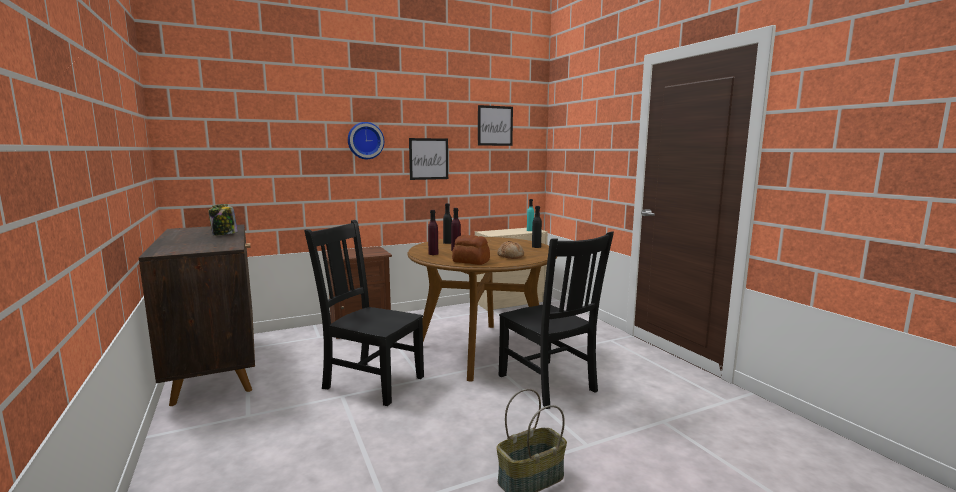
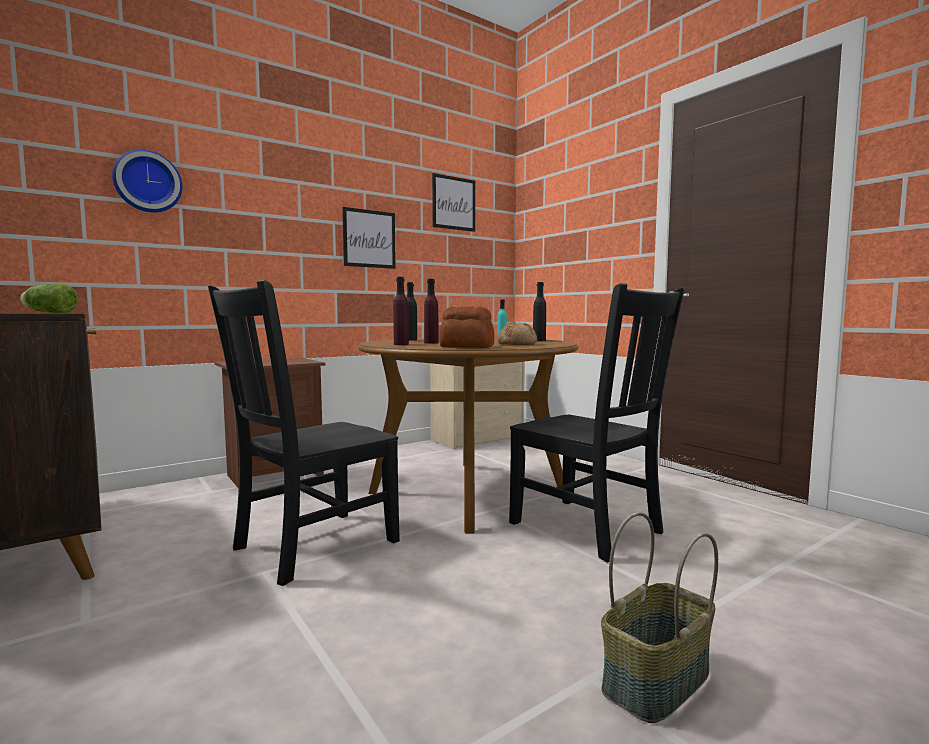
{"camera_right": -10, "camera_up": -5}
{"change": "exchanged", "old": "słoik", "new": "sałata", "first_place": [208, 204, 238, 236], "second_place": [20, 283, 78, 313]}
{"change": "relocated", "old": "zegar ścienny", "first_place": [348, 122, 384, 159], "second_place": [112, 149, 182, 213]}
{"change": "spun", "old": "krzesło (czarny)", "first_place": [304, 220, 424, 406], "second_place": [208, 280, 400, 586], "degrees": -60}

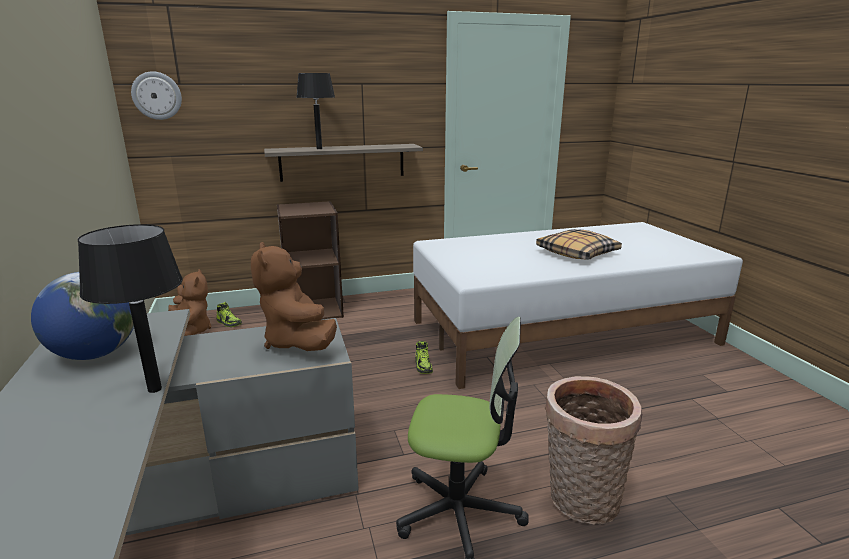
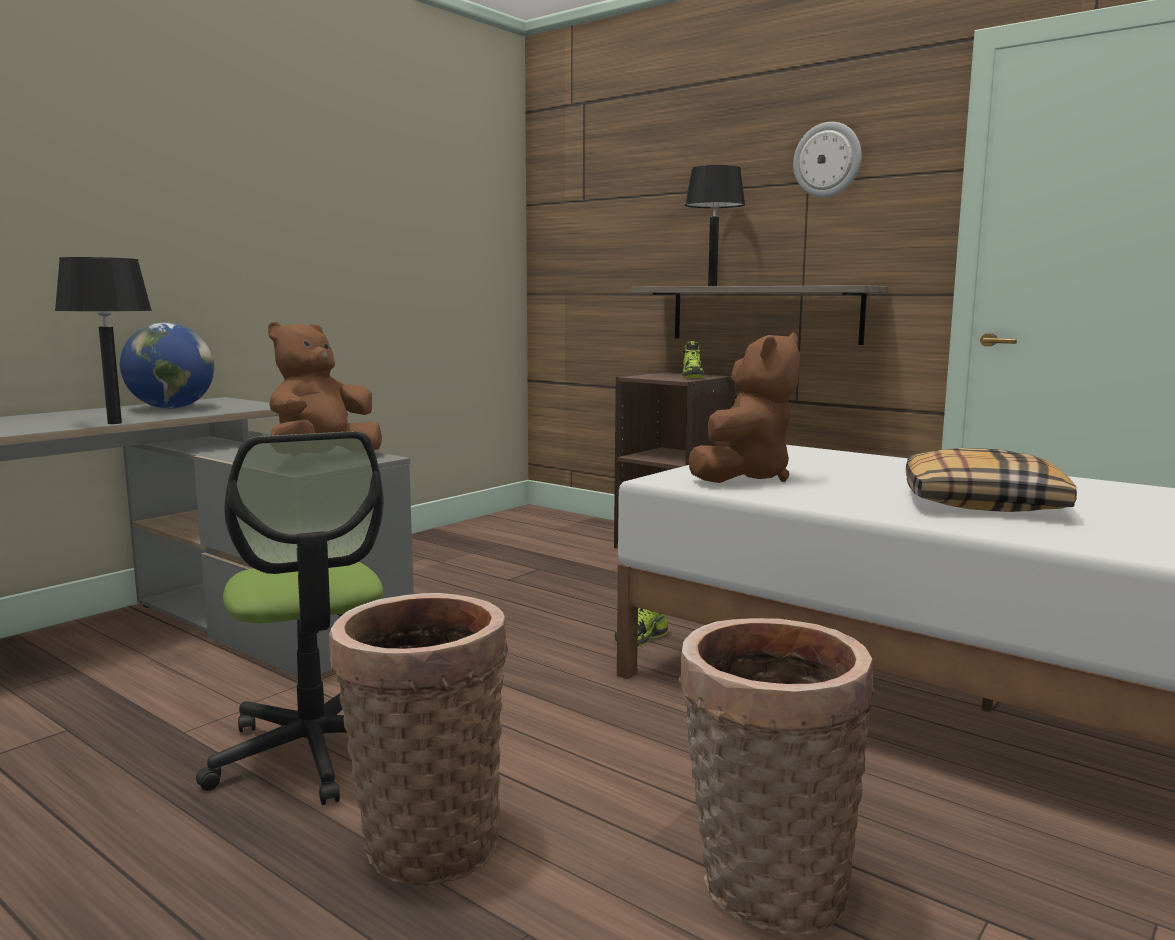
{"camera_right": 55, "camera_up": -10}
{"change": "appeared", "new": "koszyk", "second_place": [678, 618, 875, 934]}
{"change": "relocated", "old": "but", "first_place": [216, 302, 242, 327], "second_place": [682, 341, 705, 378]}
{"change": "relocated", "old": "pluszak (brązowy)", "first_place": [168, 269, 212, 336], "second_place": [689, 332, 800, 483]}
{"change": "relocated", "old": "zegar ścienny", "first_place": [131, 71, 182, 120], "second_place": [793, 122, 862, 198]}

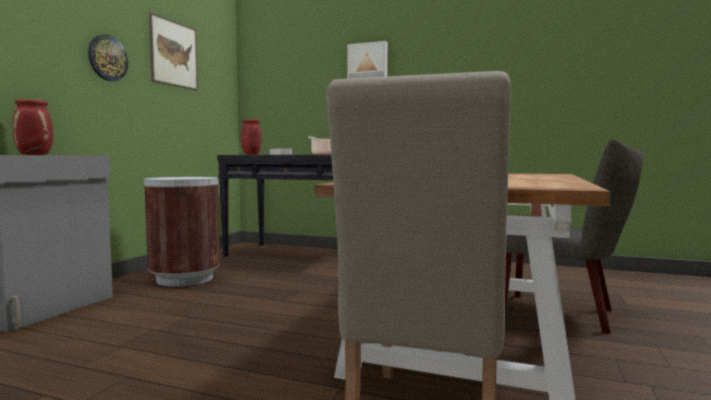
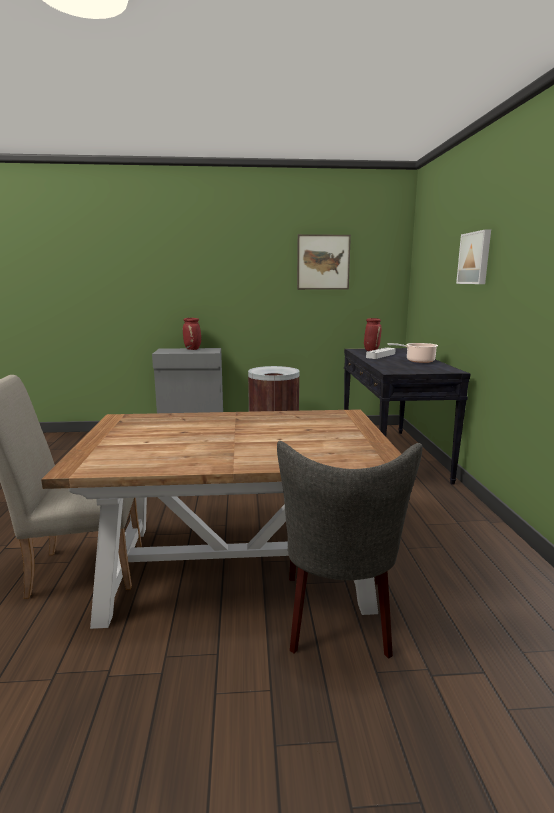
{"camera_right": 65, "camera_up": 10}
{"change": "missing", "old": "zegar ścienny", "first_place": [88, 34, 128, 81]}

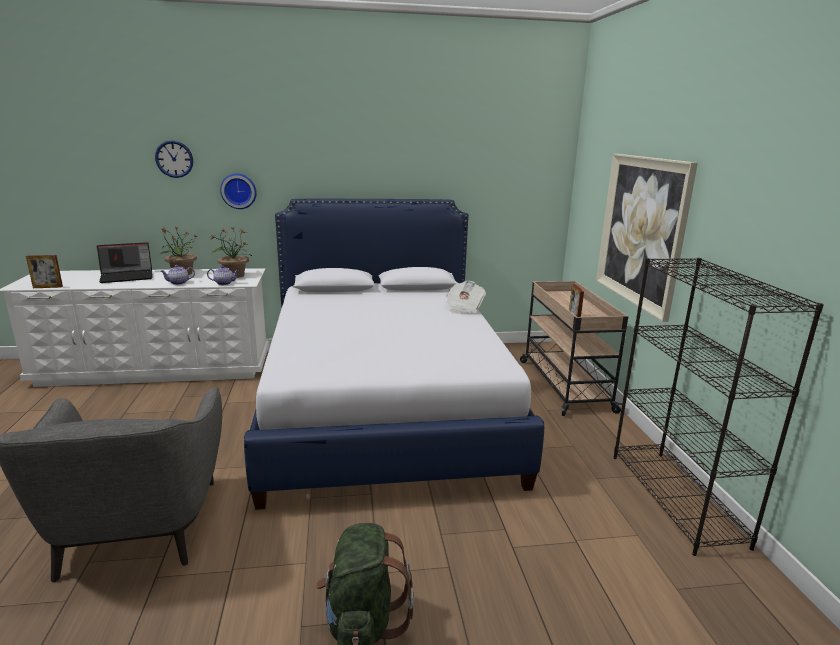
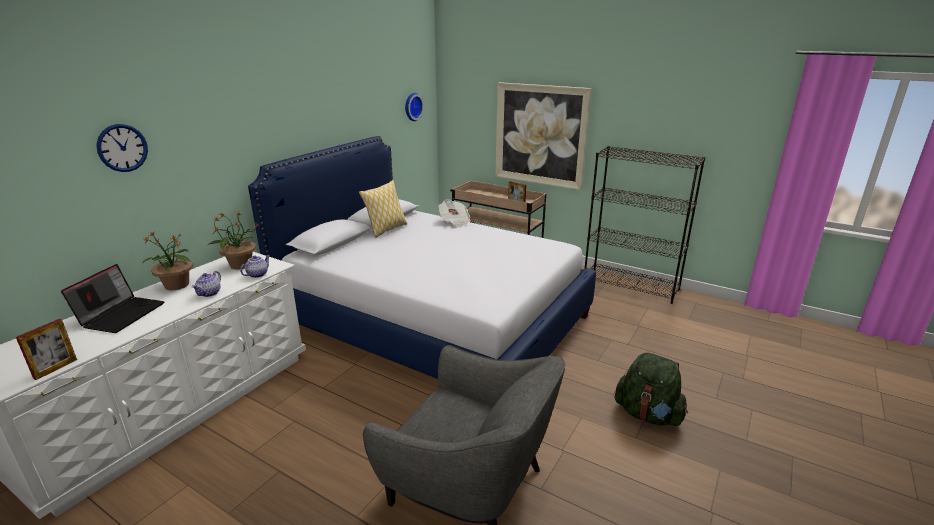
{"camera_right": -50, "camera_up": 5}
{"change": "appeared", "new": "poduszka", "second_place": [359, 180, 407, 238]}
{"change": "relocated", "old": "zegar ścienny", "first_place": [220, 174, 257, 209], "second_place": [405, 93, 424, 121]}

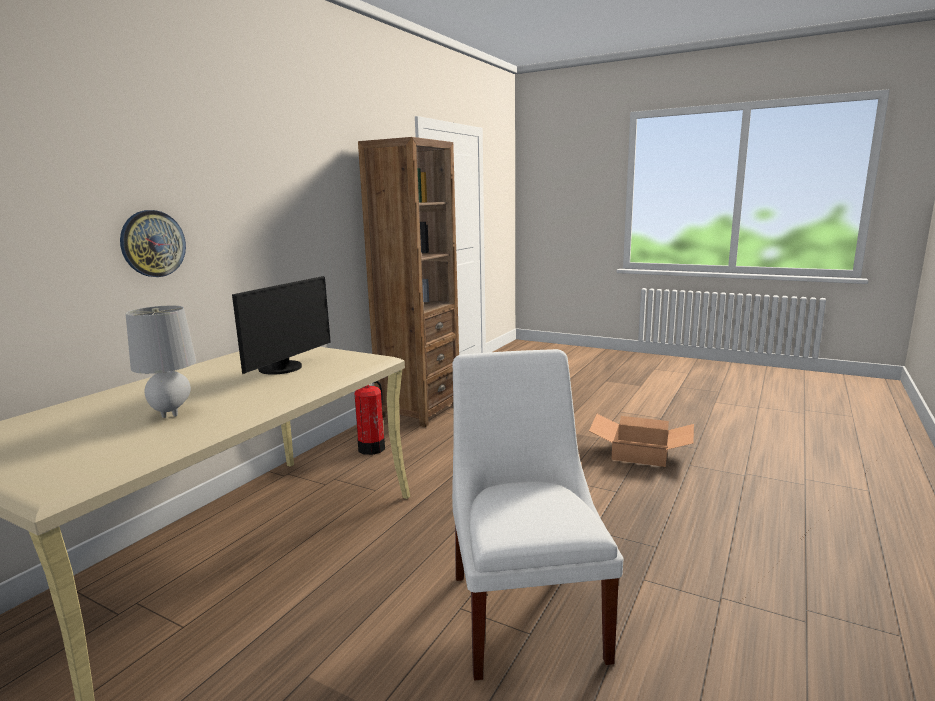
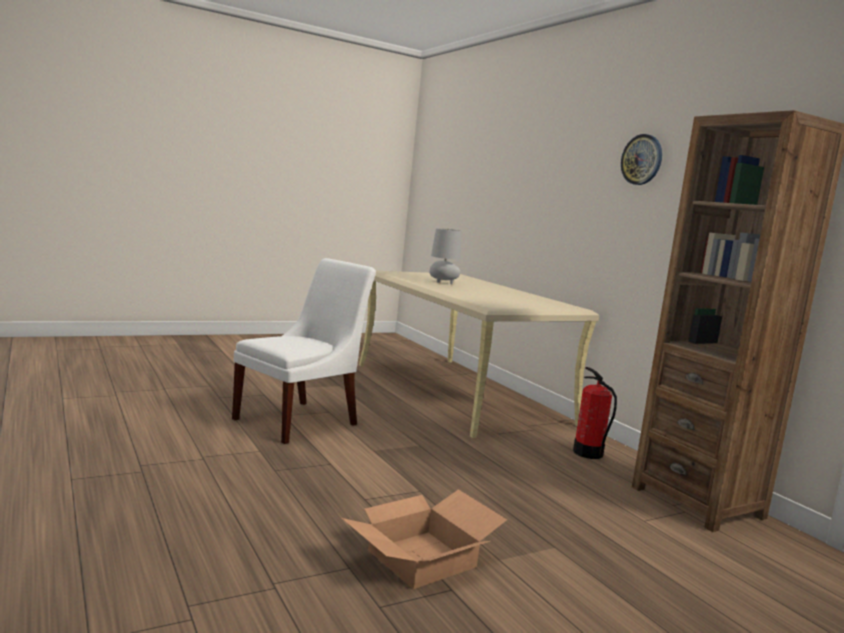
{"camera_right": 120, "camera_up": -5}
{"change": "spun", "old": "krzesło (biały)", "first_place": [452, 349, 623, 681], "second_place": [232, 258, 376, 444], "degrees": -75}
{"change": "relocated", "old": "zegar ścienny", "first_place": [120, 210, 186, 277], "second_place": [621, 134, 662, 185]}
{"change": "missing", "old": "monitor", "first_place": [232, 276, 331, 375]}

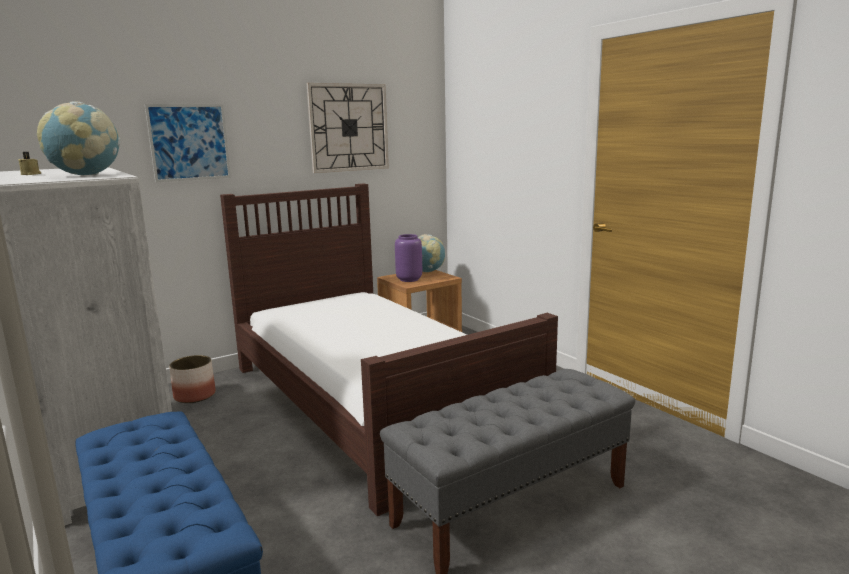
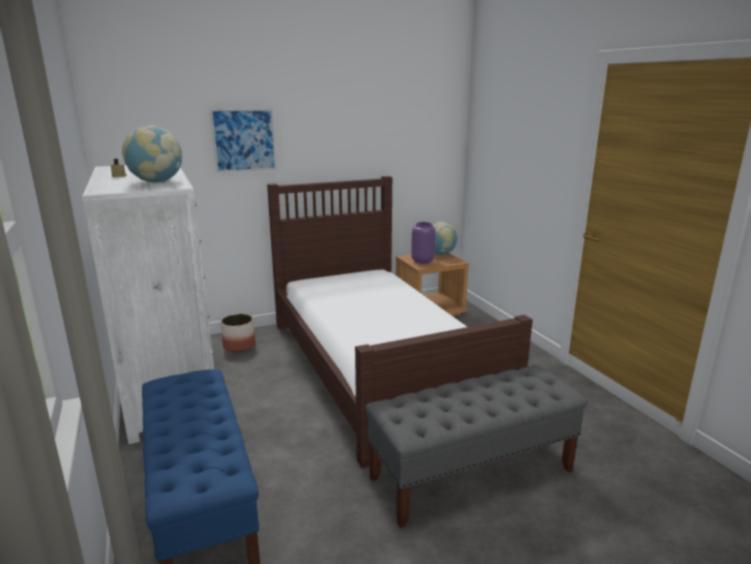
{"camera_right": 10, "camera_up": 5}
{"change": "missing", "old": "zegar ścienny", "first_place": [306, 83, 389, 173]}

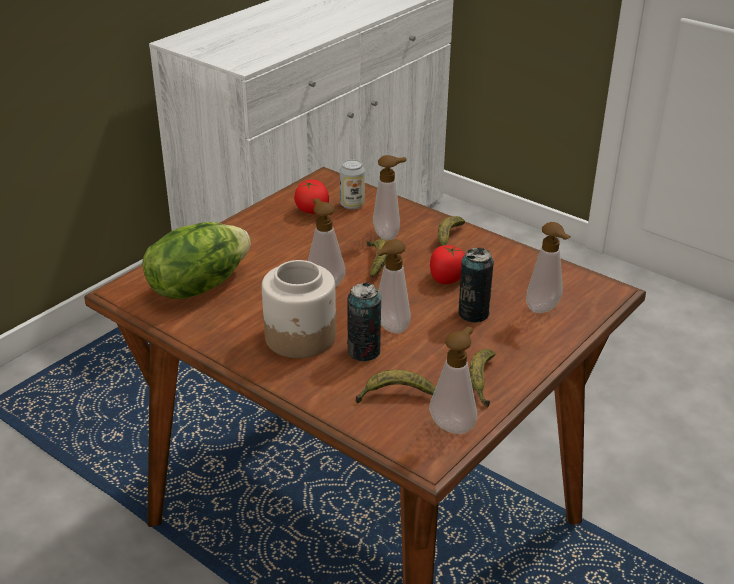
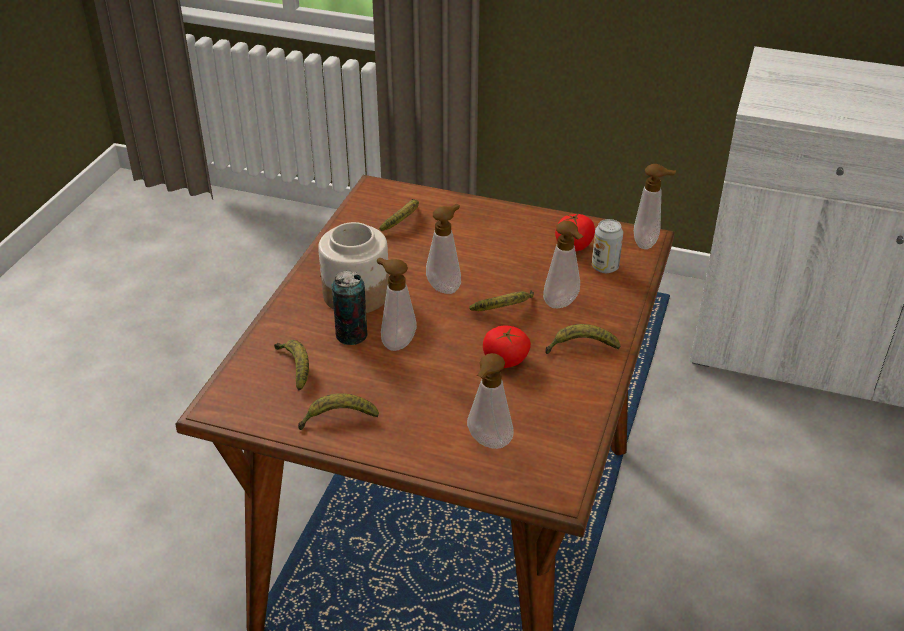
{"camera_right": 70, "camera_up": 5}
{"change": "exchanged", "old": "sałata", "new": "banan", "first_place": [142, 222, 251, 299], "second_place": [379, 199, 419, 231]}
{"change": "relocated", "old": "dozownik mydła", "first_place": [429, 326, 477, 434], "second_place": [634, 164, 676, 249]}
{"change": "missing", "old": "puszka", "first_place": [459, 248, 494, 323]}

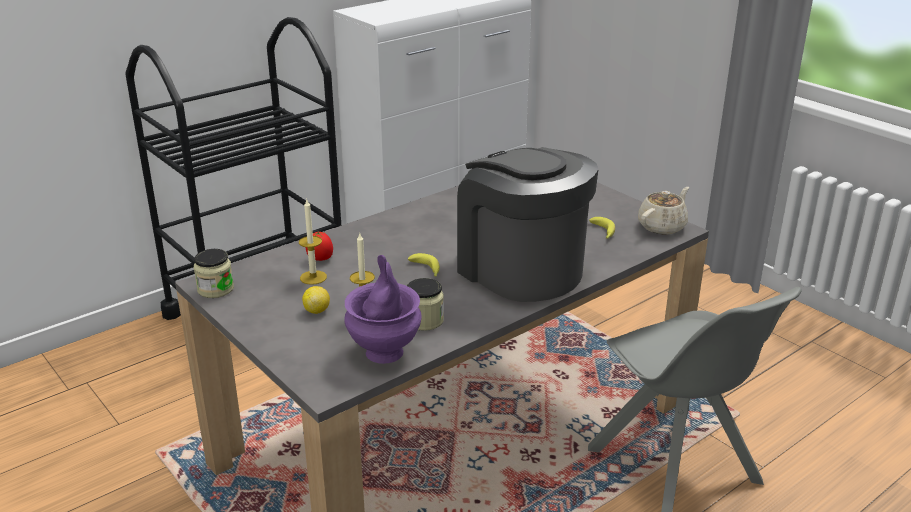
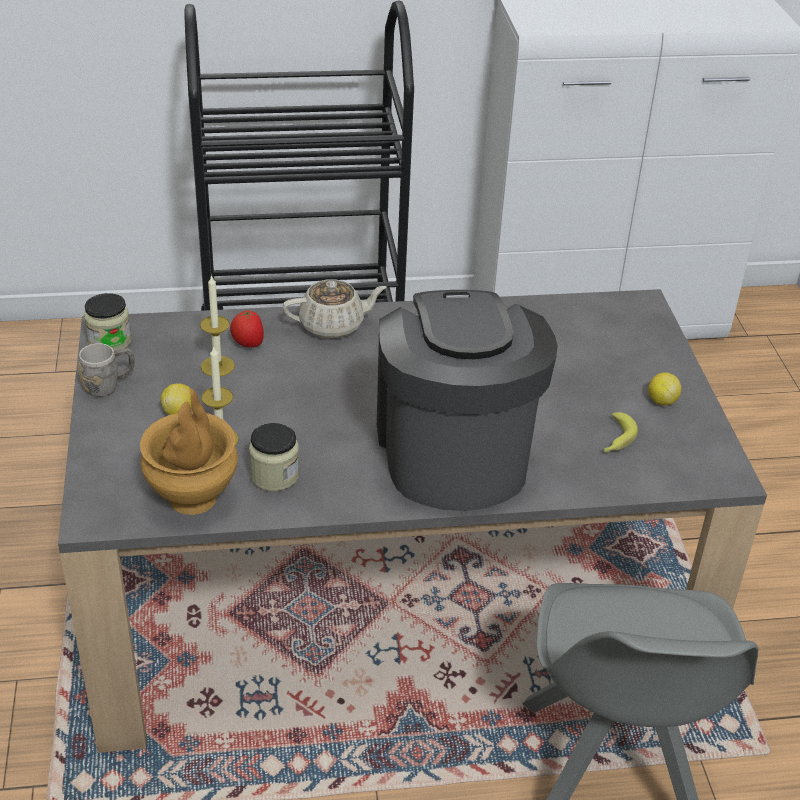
{"camera_right": 30, "camera_up": 10}
{"change": "appeared", "new": "kubek (szary)", "second_place": [78, 343, 135, 397]}
{"change": "colour", "old": "wazon (fioletowy)", "new": "wazon (brązowy)", "first_place": [344, 255, 422, 364], "second_place": [140, 388, 238, 515]}
{"change": "relocated", "old": "imbryk (beżowy)", "first_place": [638, 187, 689, 235], "second_place": [282, 279, 387, 339]}
{"change": "appeared", "new": "cytryna", "second_place": [648, 372, 681, 405]}
{"change": "missing", "old": "banan", "first_place": [408, 253, 440, 276]}

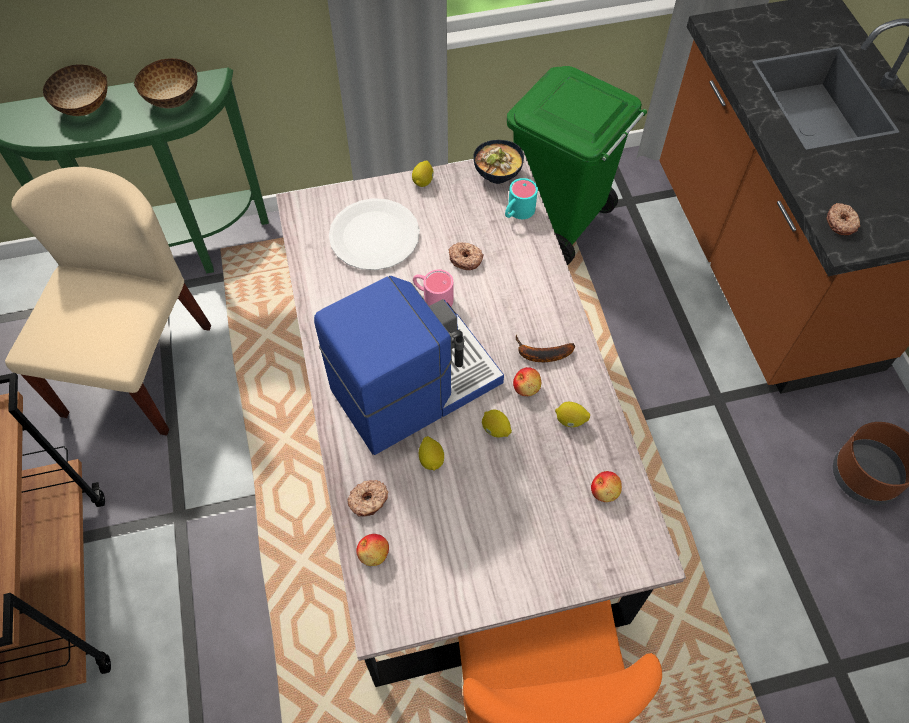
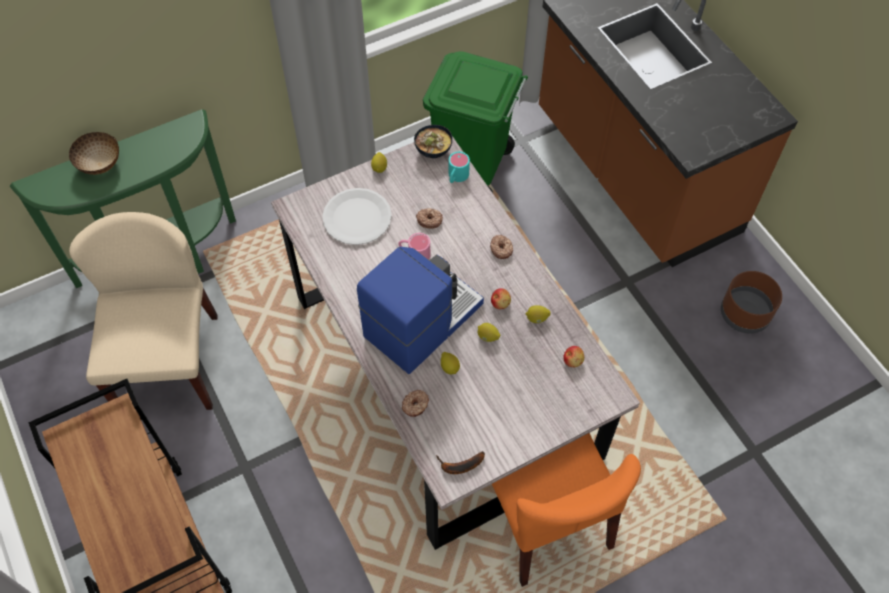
{"camera_right": -15, "camera_up": 0}
{"change": "relocated", "old": "banan", "first_place": [516, 335, 575, 362], "second_place": [436, 451, 485, 474]}
{"change": "relocated", "old": "donut", "first_place": [826, 203, 860, 235], "second_place": [490, 235, 514, 259]}
{"change": "missing", "old": "miska", "first_place": [134, 58, 198, 108]}
{"change": "missing", "old": "jabłko", "first_place": [356, 534, 389, 566]}

